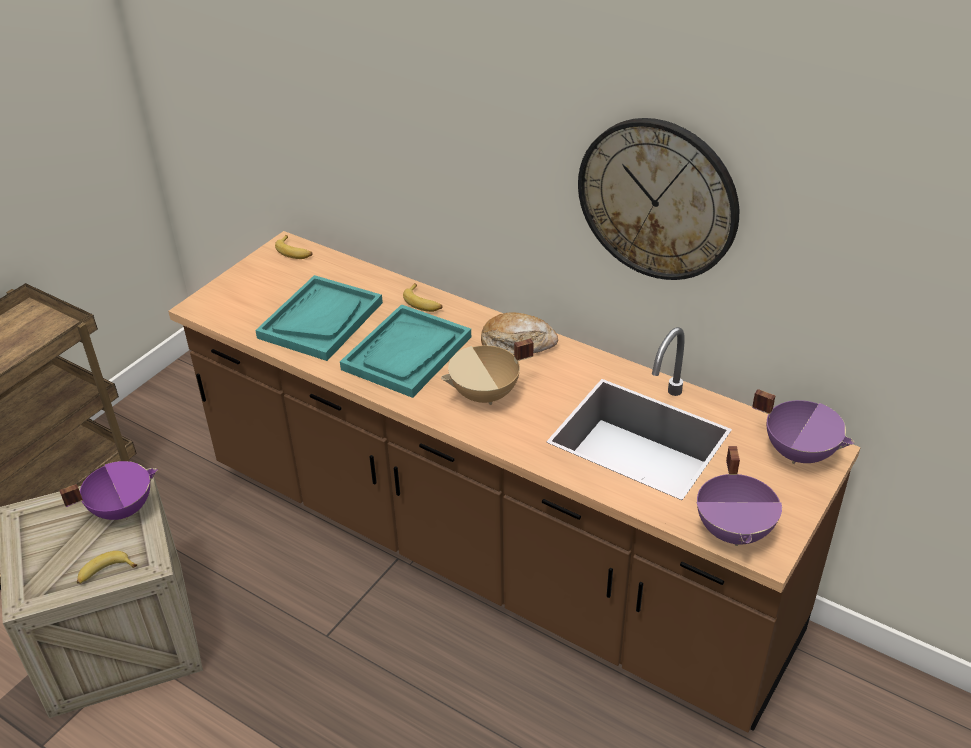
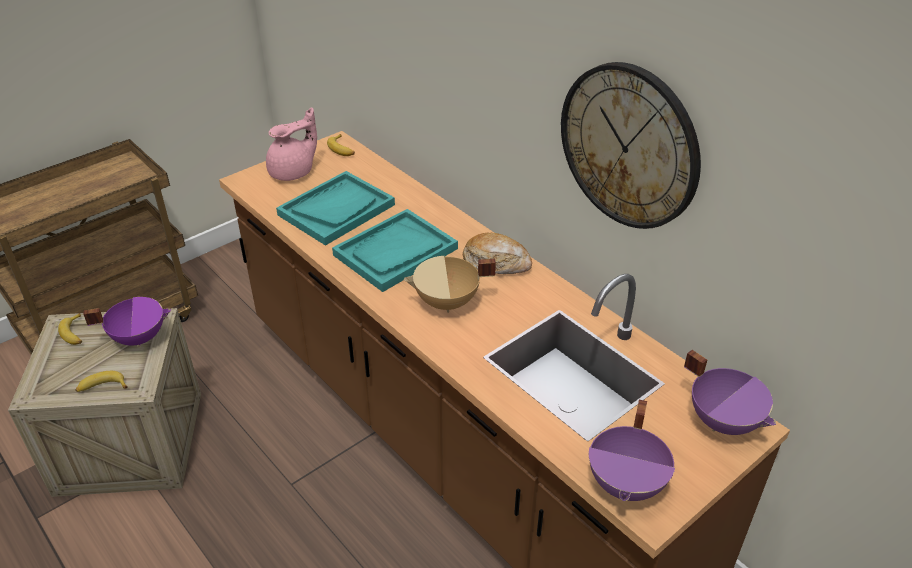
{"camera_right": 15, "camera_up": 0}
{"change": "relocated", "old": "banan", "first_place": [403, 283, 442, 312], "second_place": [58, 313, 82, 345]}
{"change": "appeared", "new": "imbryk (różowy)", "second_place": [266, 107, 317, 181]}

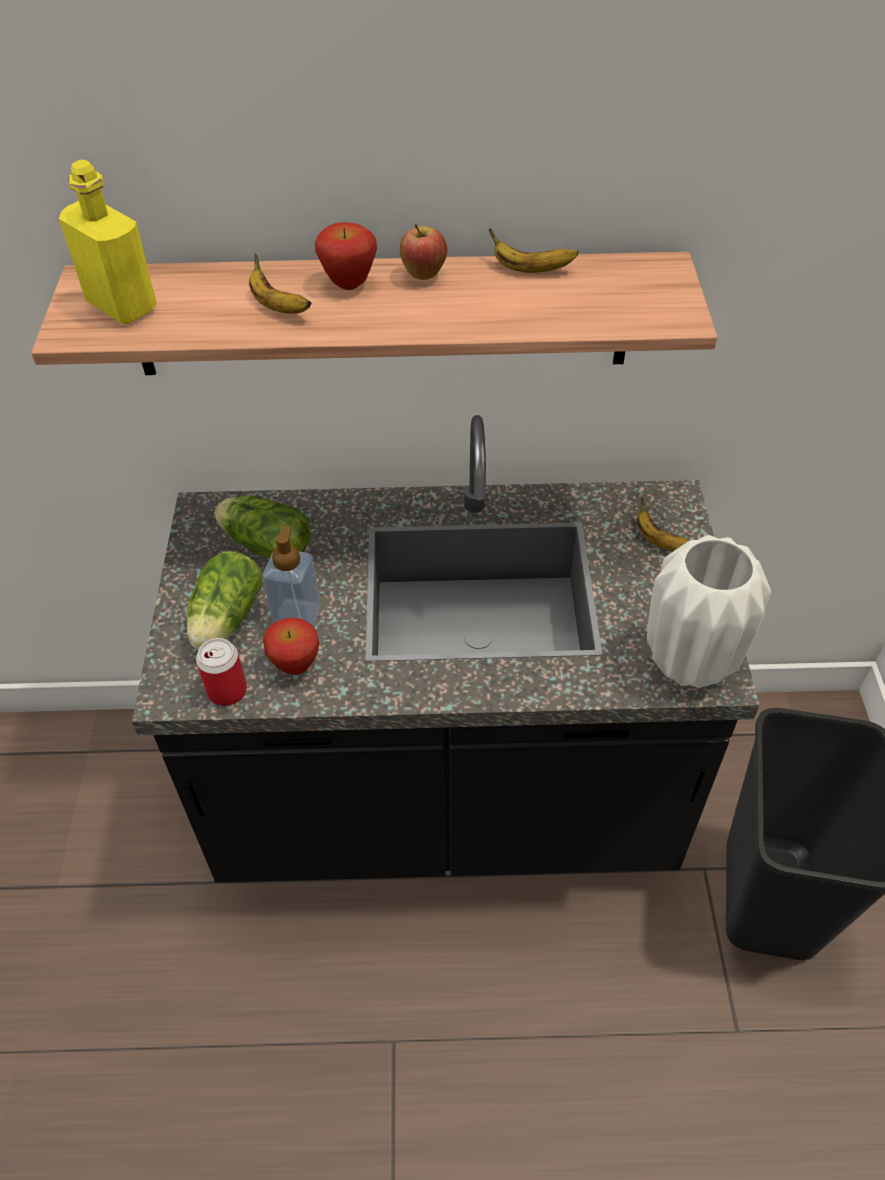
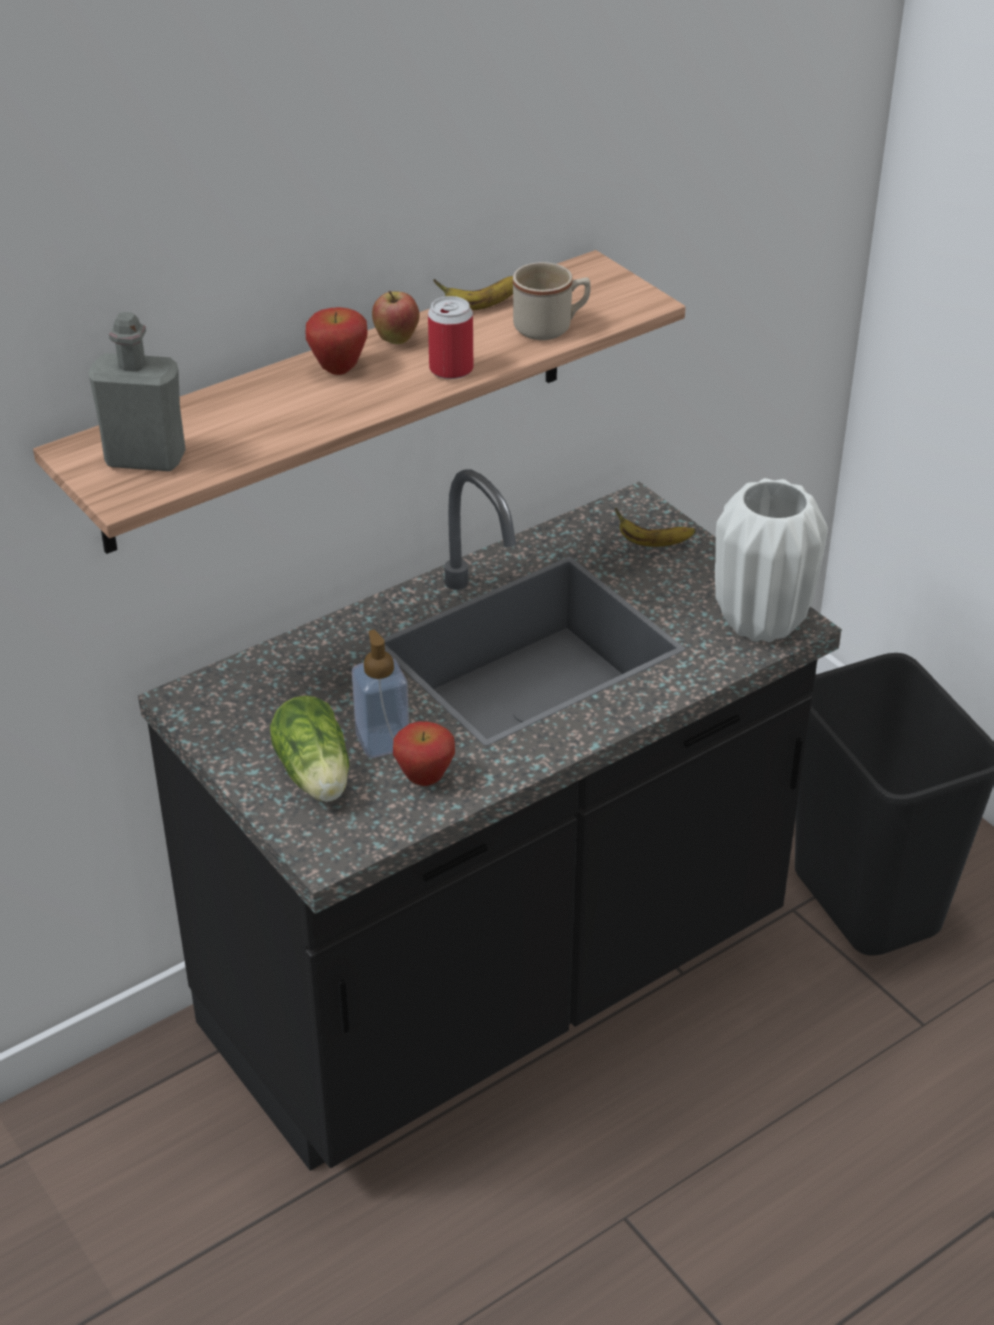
{"camera_right": -35, "camera_up": -10}
{"change": "colour", "old": "butelka (żółty)", "new": "butelka (szary)", "first_place": [59, 160, 157, 324], "second_place": [88, 312, 186, 471]}
{"change": "relocated", "old": "puszka", "first_place": [196, 638, 247, 706], "second_place": [428, 296, 473, 379]}
{"change": "appeared", "new": "kubek (beżowy)", "second_place": [513, 262, 591, 340]}
{"change": "missing", "old": "sałata", "first_place": [215, 496, 311, 558]}
{"change": "missing", "old": "banan", "first_place": [249, 254, 312, 314]}

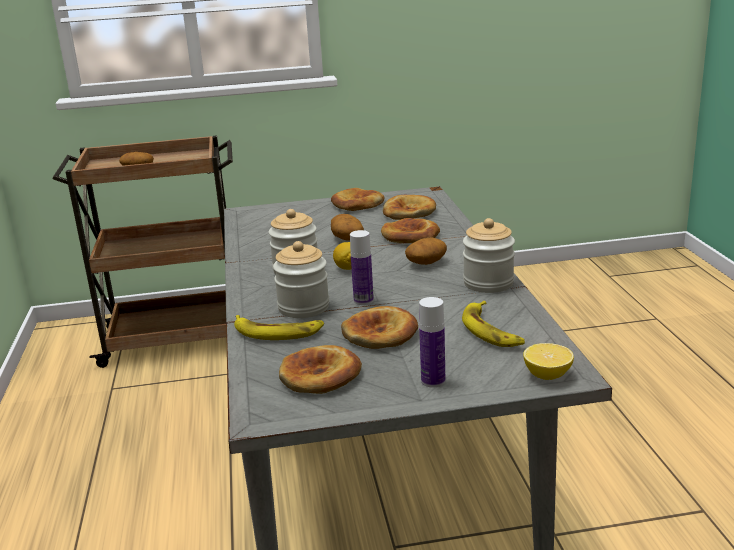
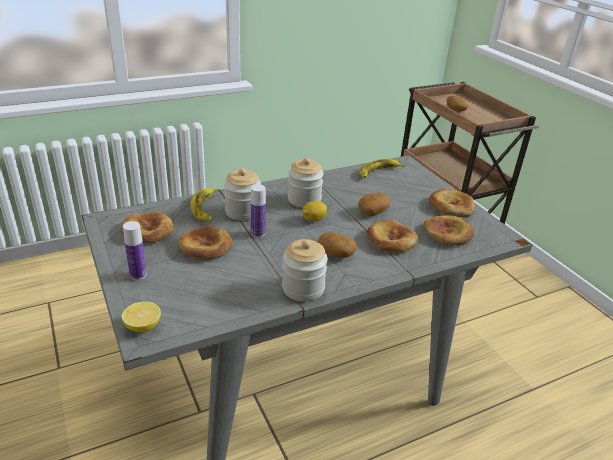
{"camera_right": 70, "camera_up": 10}
{"change": "relocated", "old": "banan", "first_place": [462, 301, 525, 347], "second_place": [359, 159, 405, 178]}

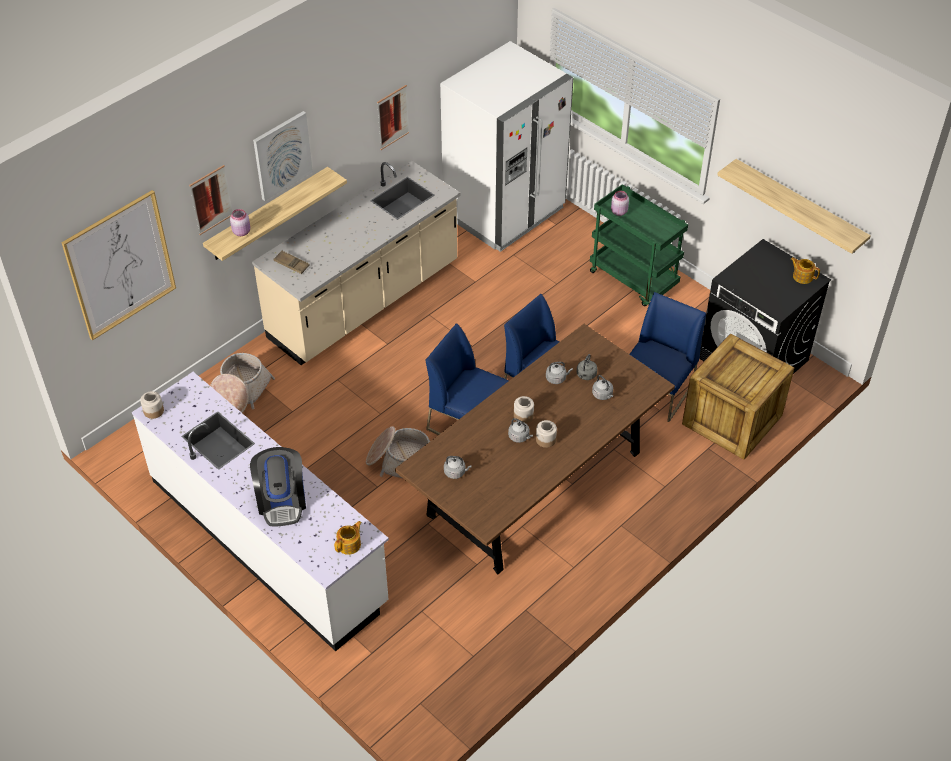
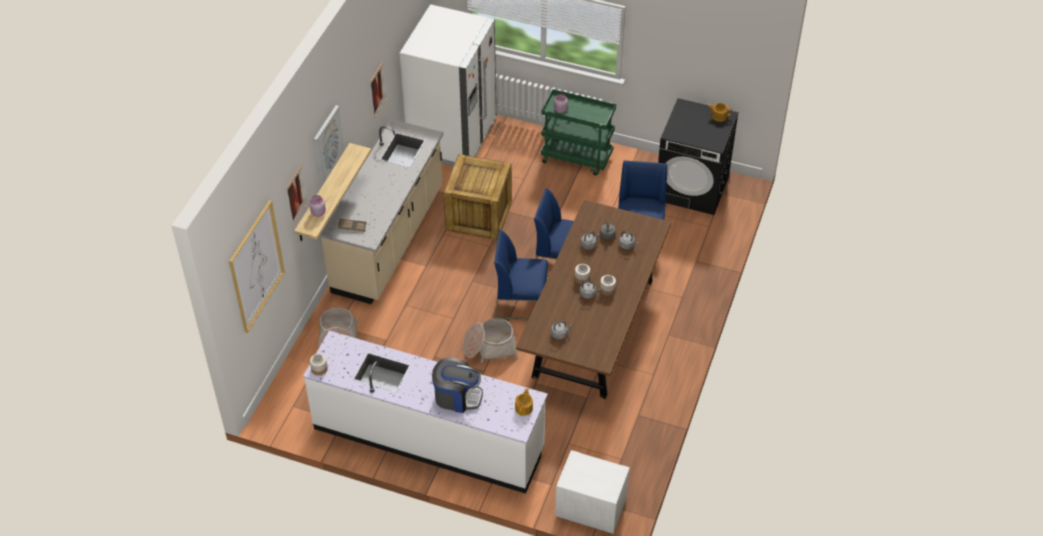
{"camera_right": -25, "camera_up": 0}
{"change": "spun", "old": "ekspres do kawy", "first_place": [250, 447, 306, 527], "second_place": [432, 357, 483, 413], "degrees": -45}
{"change": "relocated", "old": "skrzynka", "first_place": [682, 333, 795, 460], "second_place": [443, 154, 512, 240]}
{"change": "appeared", "new": "szafka nocna (biały)", "second_place": [555, 450, 630, 534]}
{"change": "missing", "old": "półka", "first_place": [717, 159, 871, 254]}

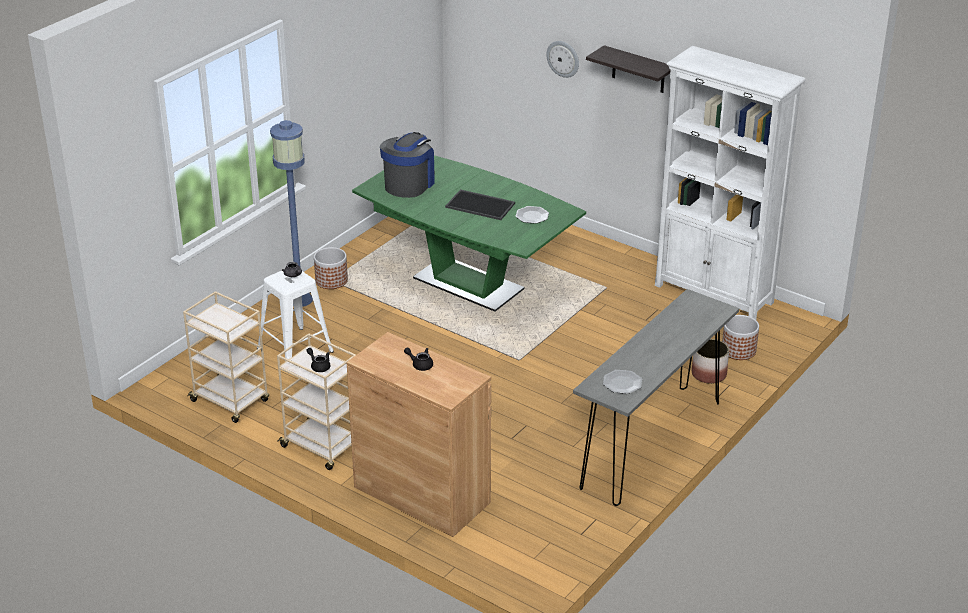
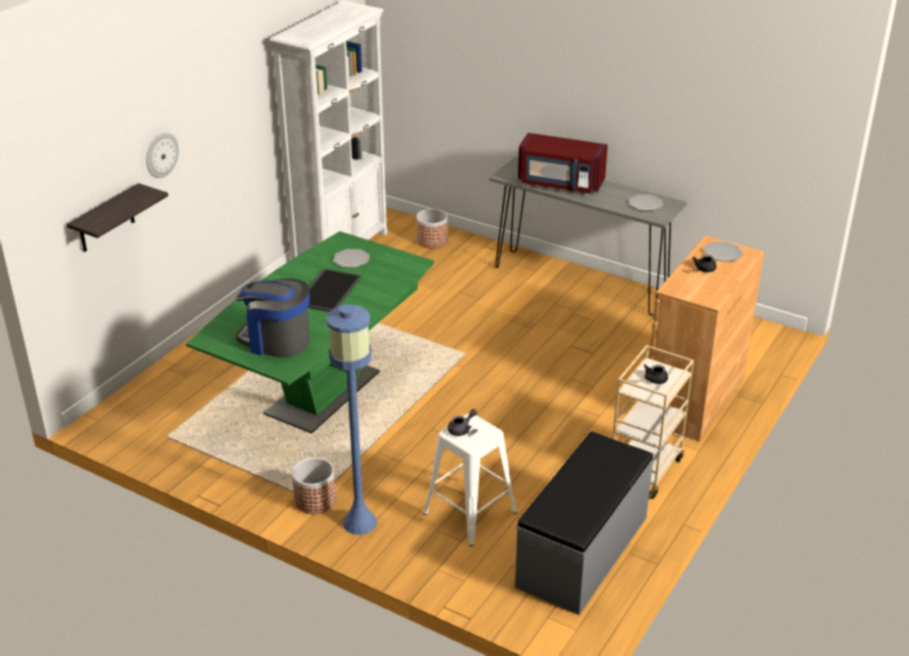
{"camera_right": -95, "camera_up": 0}
{"change": "relocated", "old": "półka", "first_place": [586, 45, 670, 93], "second_place": [67, 183, 168, 252]}
{"change": "exchanged", "old": "wózek (beżowy)", "new": "ławka (szary)", "first_place": [183, 291, 269, 423], "second_place": [515, 431, 654, 615]}
{"change": "appeared", "new": "mikrofalówka (czerwony)", "second_place": [518, 133, 608, 193]}
{"change": "appeared", "new": "talerz", "second_place": [703, 242, 743, 262]}
{"change": "missing", "old": "donica", "first_place": [692, 339, 729, 384]}

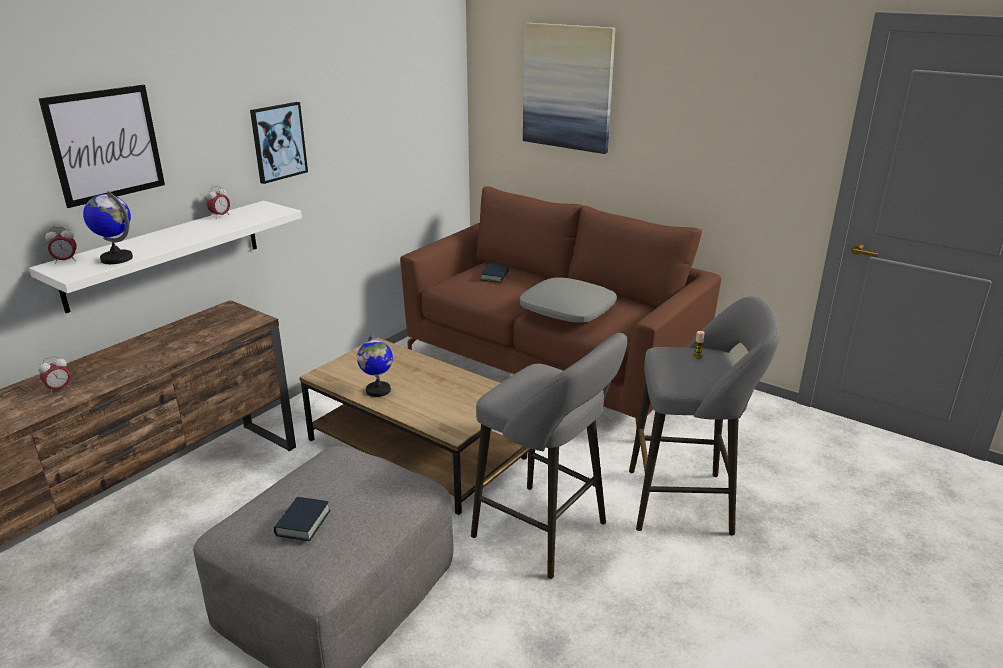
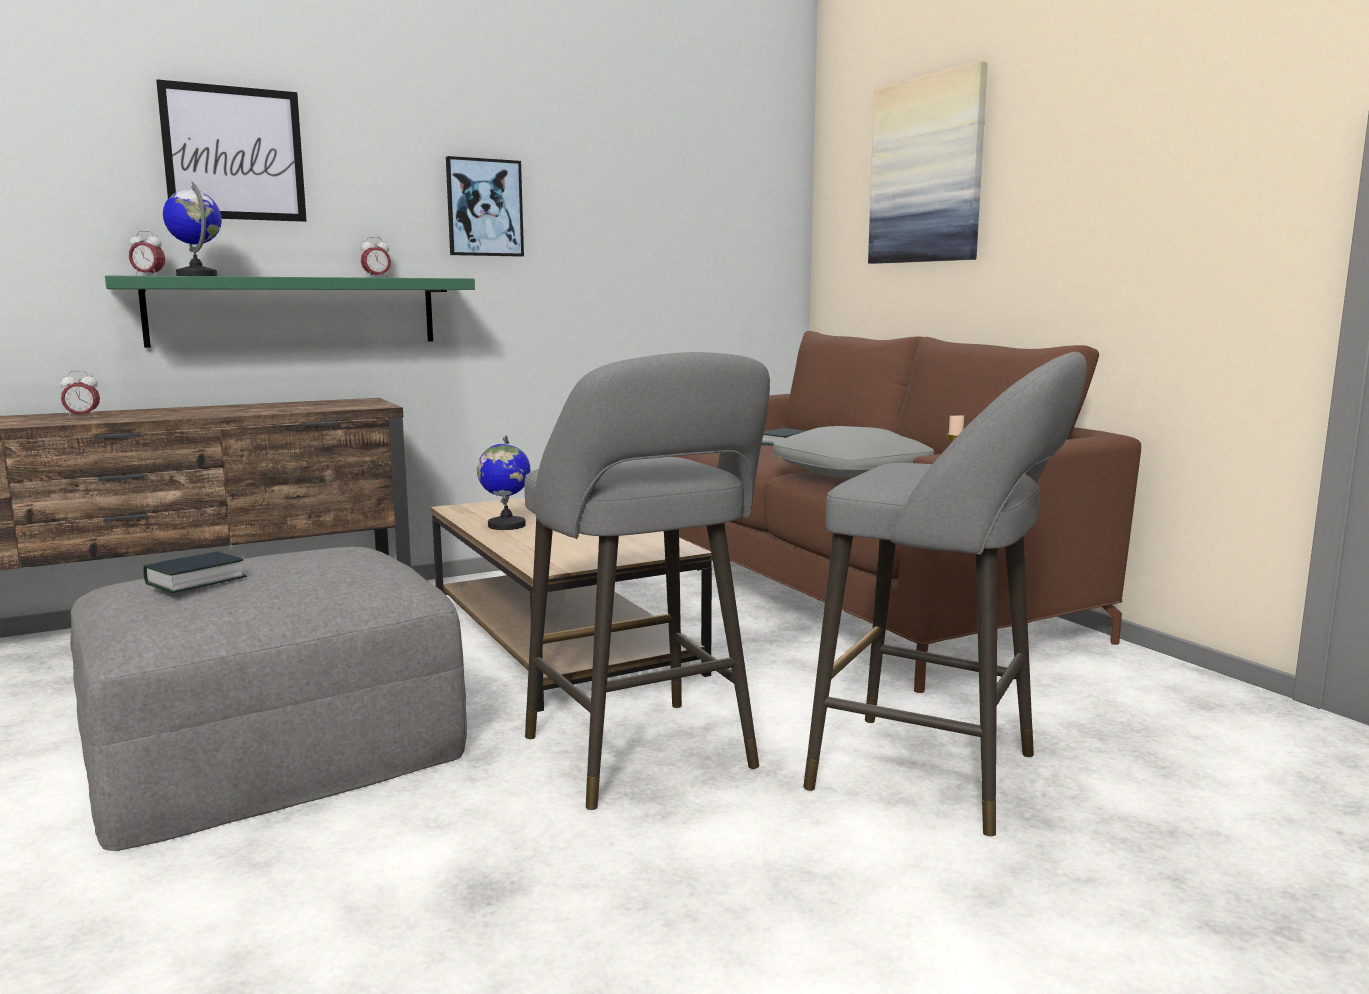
{"camera_right": 25, "camera_up": -15}
{"change": "colour", "old": "półka (biały)", "new": "półka (zielony)", "first_place": [29, 201, 302, 313], "second_place": [105, 275, 475, 348]}

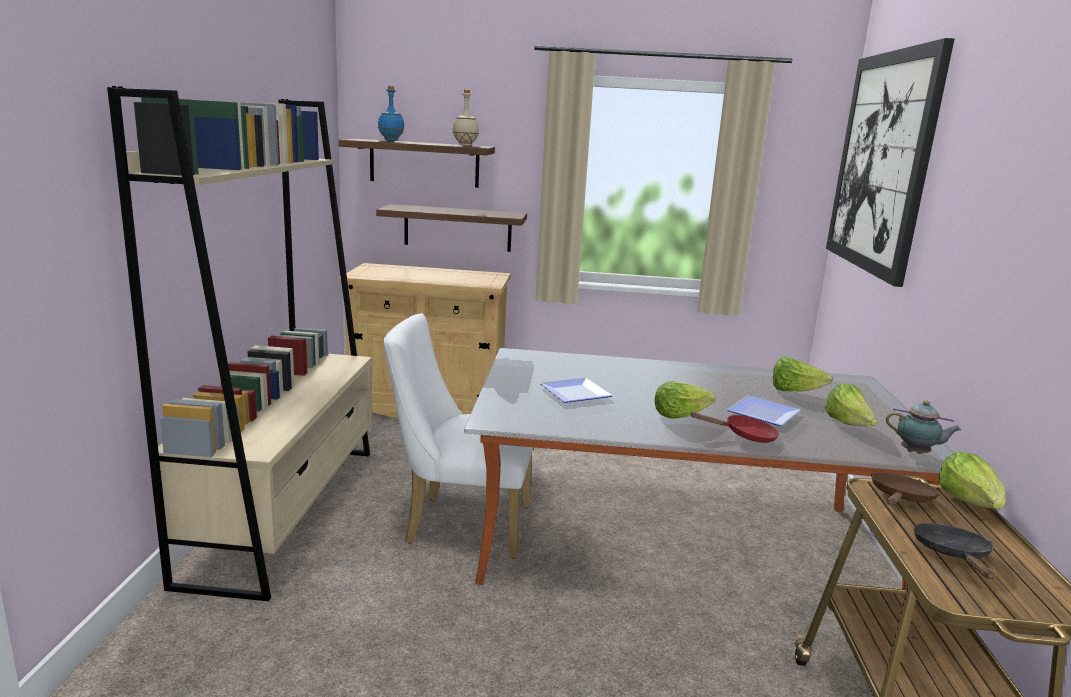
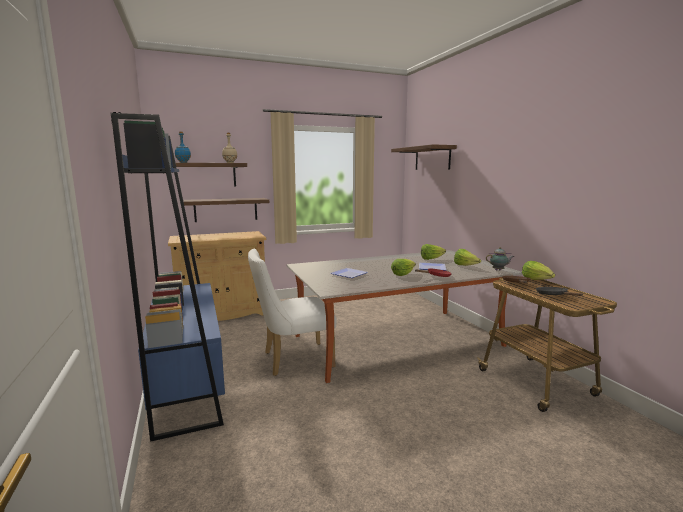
{"camera_right": -25, "camera_up": -5}
{"change": "colour", "old": "regał (beżowy)", "new": "regał (niebieski)", "first_place": [107, 86, 372, 601], "second_place": [111, 112, 225, 442]}
{"change": "exchanged", "old": "obraz", "new": "półka", "first_place": [826, 38, 954, 287], "second_place": [391, 144, 457, 170]}

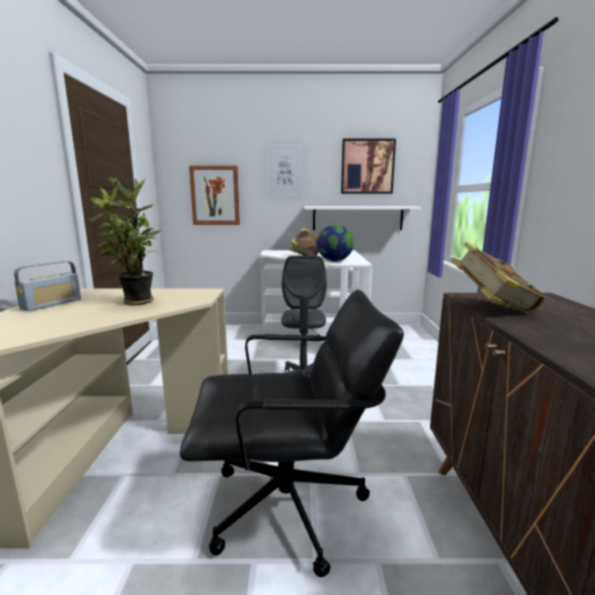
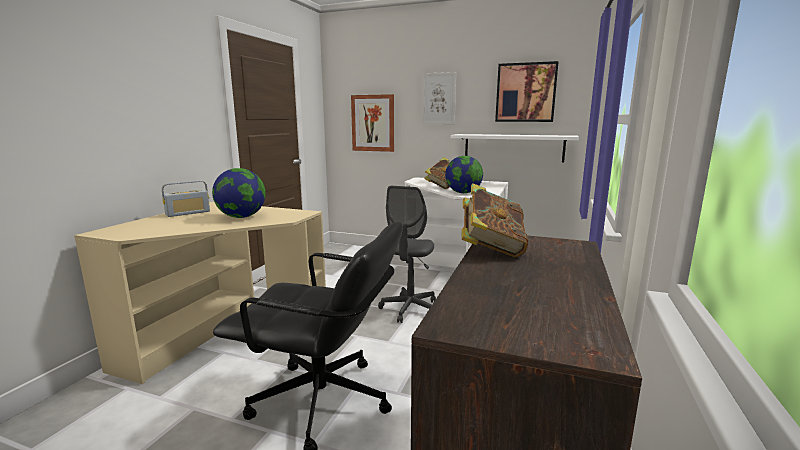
{"camera_right": 20, "camera_up": 0}
{"change": "exchanged", "old": "roślina doniczkowa", "new": "globus", "first_place": [87, 176, 161, 305], "second_place": [212, 168, 266, 218]}

